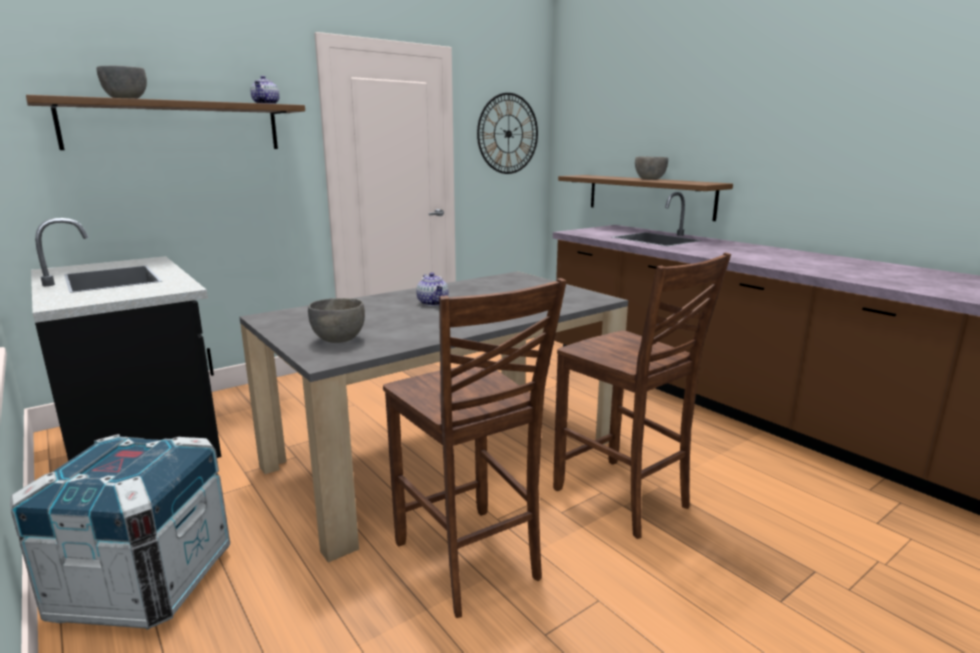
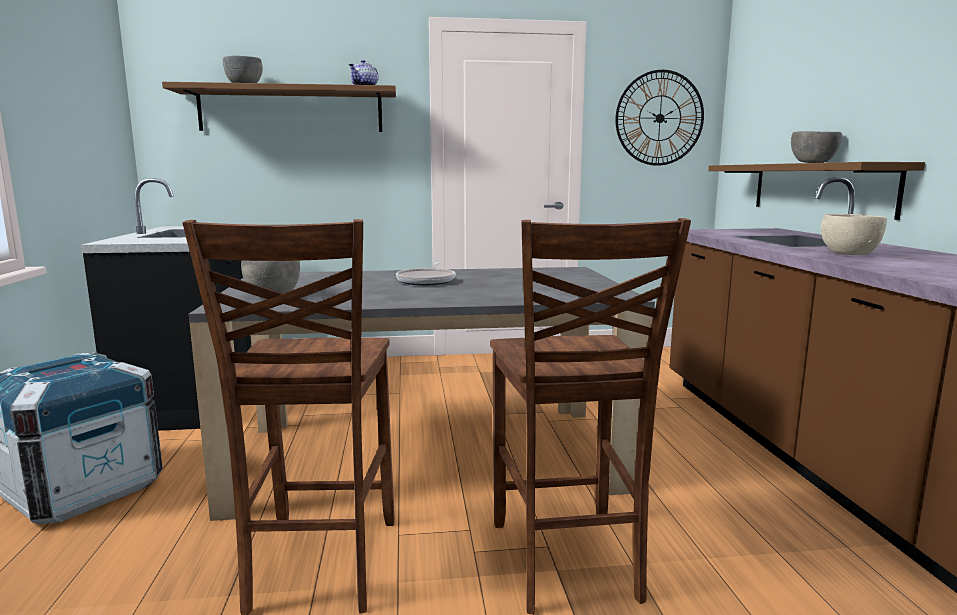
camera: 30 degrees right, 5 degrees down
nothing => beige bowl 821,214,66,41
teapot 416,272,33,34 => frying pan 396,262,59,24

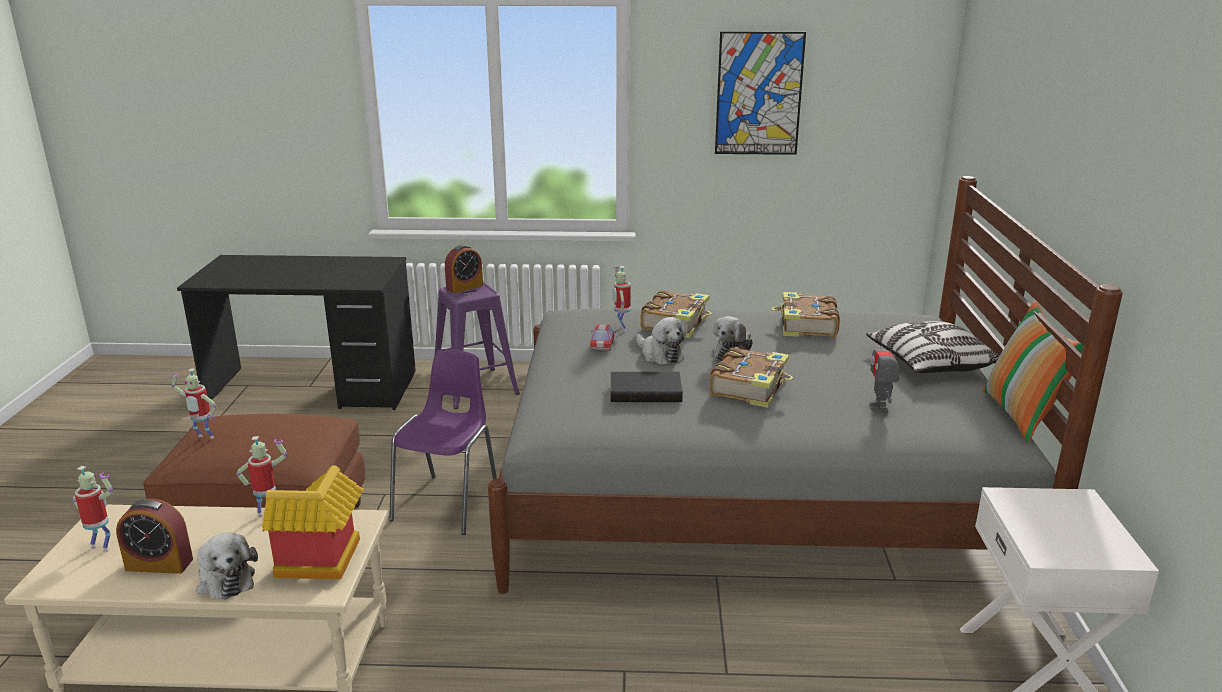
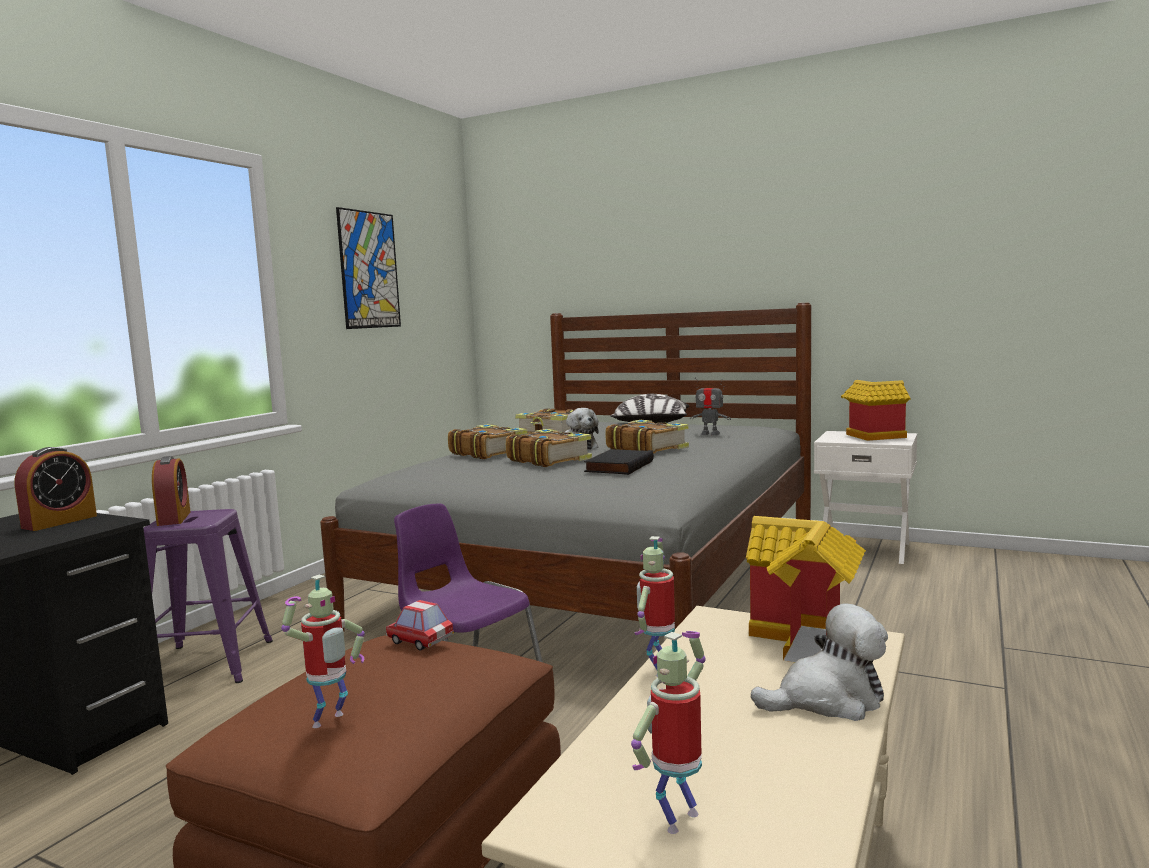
camera: 65 degrees left, 15 degrees down
toy robot 613,266,18,66 => nothing
pillow 982,301,101,141 => nothing
nothing => toy house 841,380,70,61
alarm clock 116,499,77,75 => alarm clock 15,447,82,84, move
toy car 590,324,26,26 => toy car 386,600,68,51, move
plush toy 636,317,50,48 => book 506,429,86,38

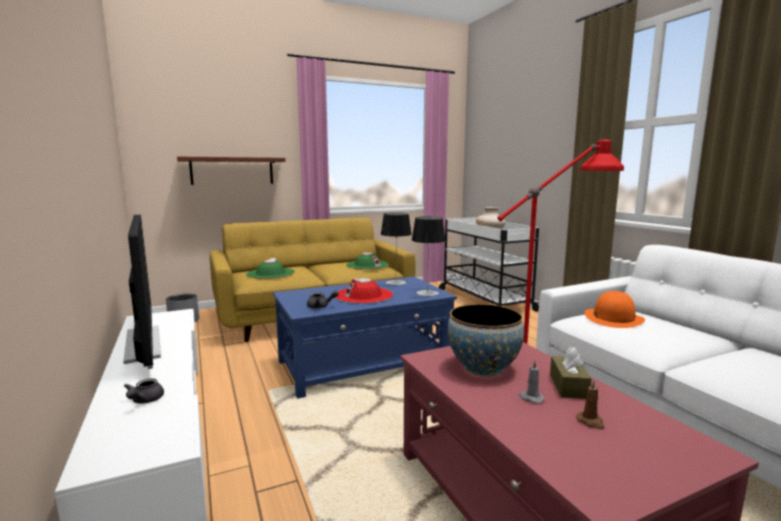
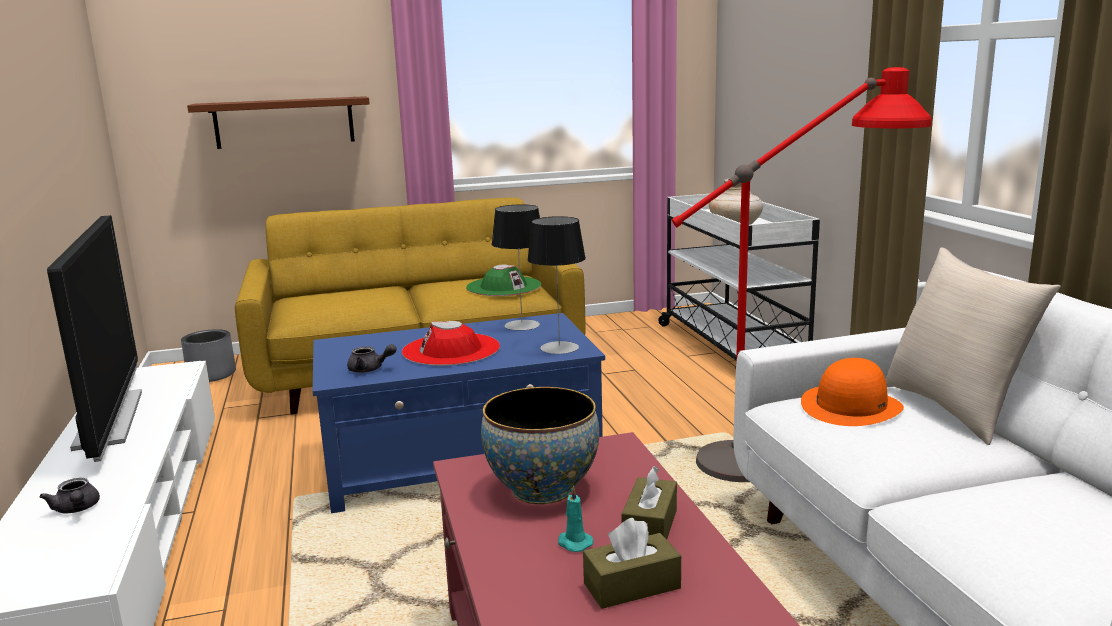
camera: 10 degrees right, 5 degrees up
green hat 246,258,49,21 => nothing
nothing => beige pillow 886,247,175,198
brown candle 576,380,28,49 => brown tissue box 583,518,98,91
grey candle 518,360,27,44 => turquoise candle 558,485,36,67
grey teapot 124,378,40,26 => grey teapot 40,478,60,36, 45 degrees counterclockwise

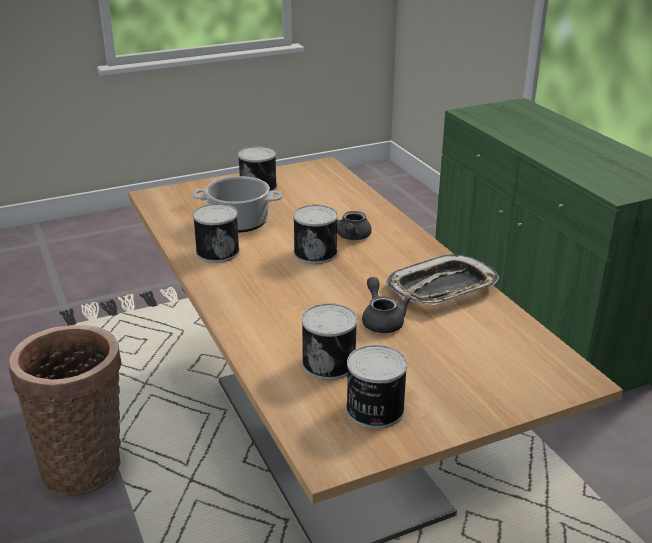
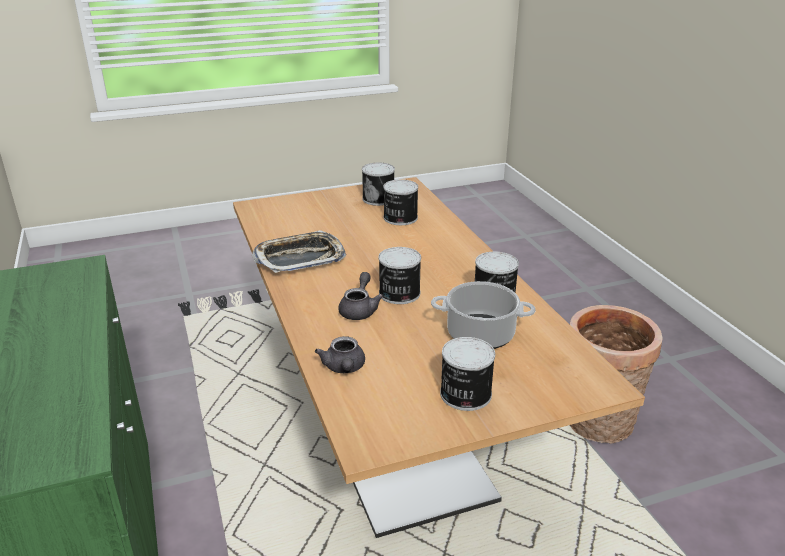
camera: 175 degrees left, 0 degrees up
grey teapot 362,277,49,56 => grey teapot 315,336,50,37, move

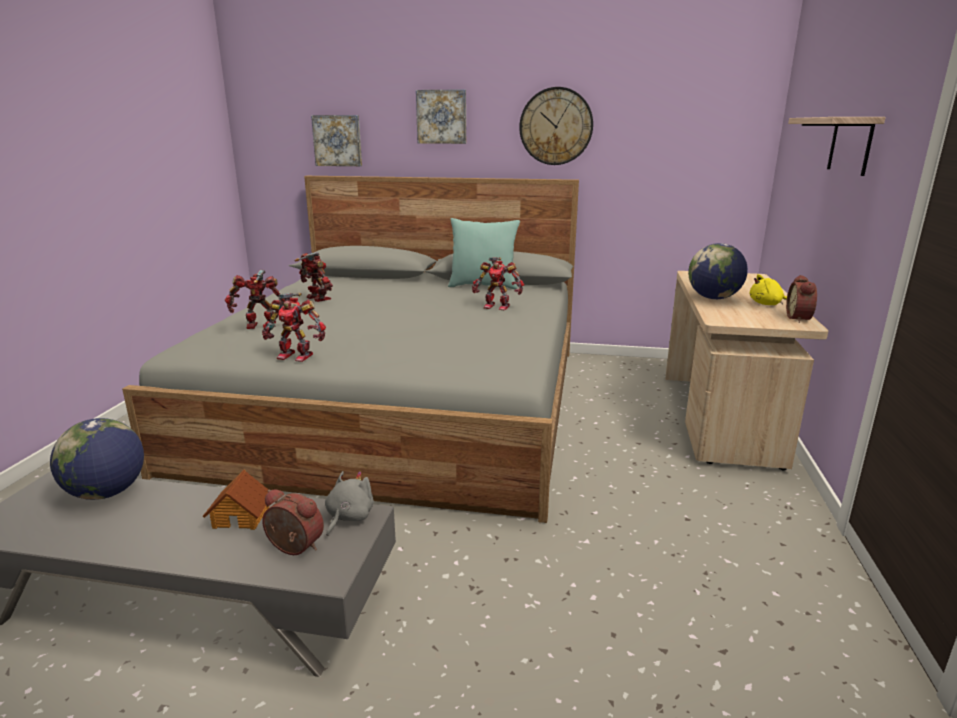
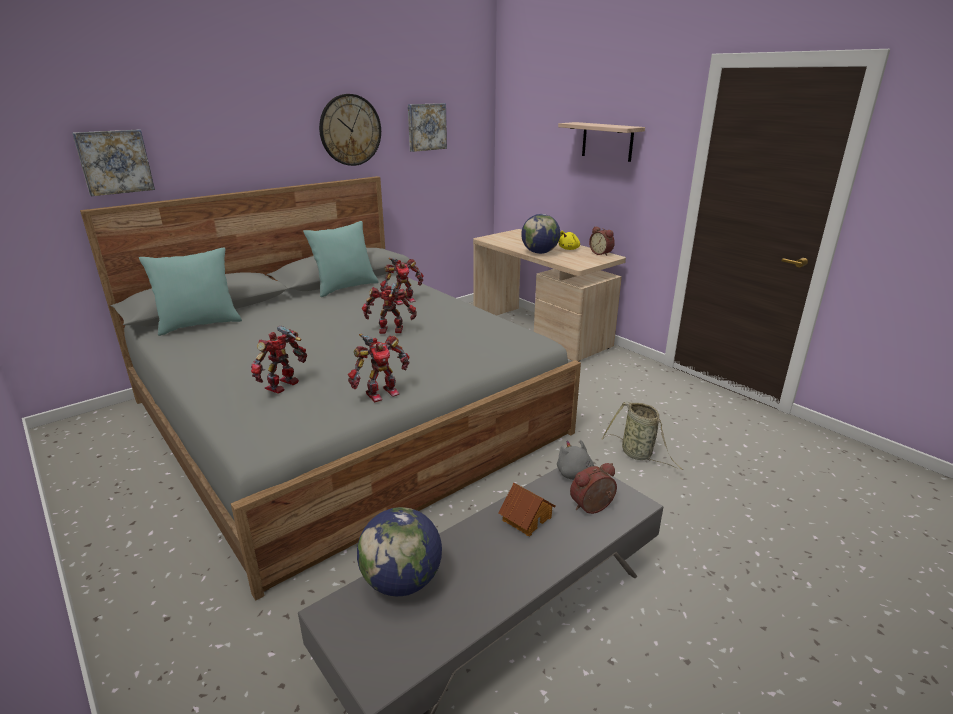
camera: 50 degrees left, 5 degrees up
nothing => turquoise pillow 139,248,103,88
nothing => basket 602,402,81,68
toy robot 294,252,39,50 => toy robot 362,283,55,51, move
picture 416,89,50,55 => picture 408,103,39,49, move

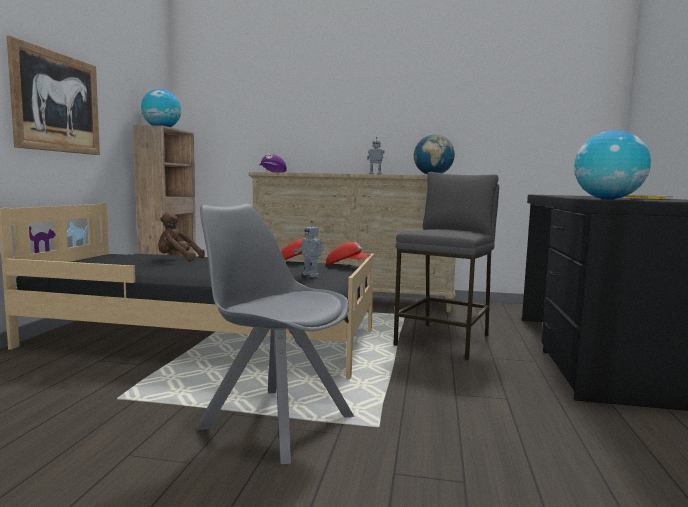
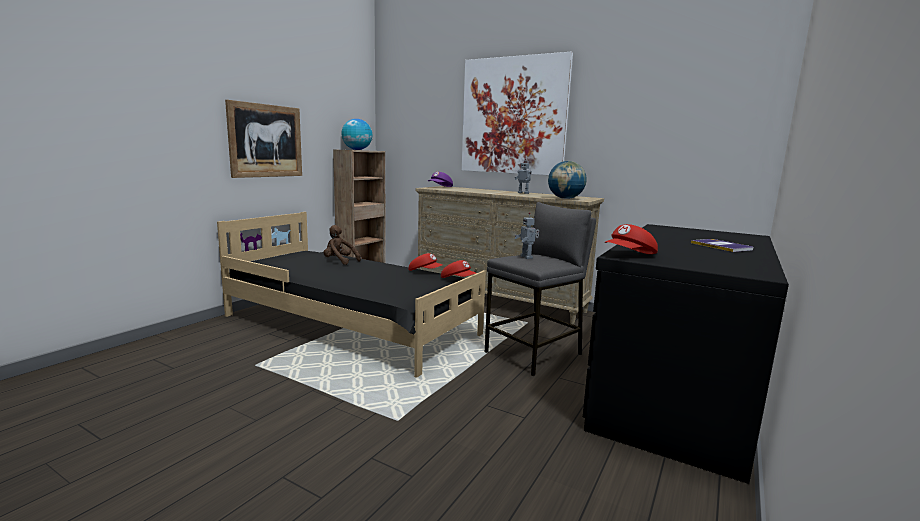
camera: 20 degrees right, 5 degrees up
grey chair 197,203,157,261 => nothing
nothing => picture 462,52,111,123
toy robot 295,221,29,57 => toy robot 514,212,25,47, move
globe 574,130,77,69 => red cap 604,224,54,30

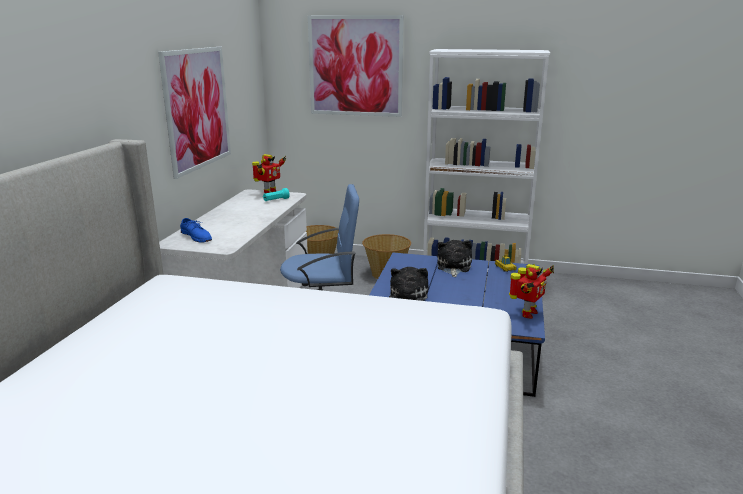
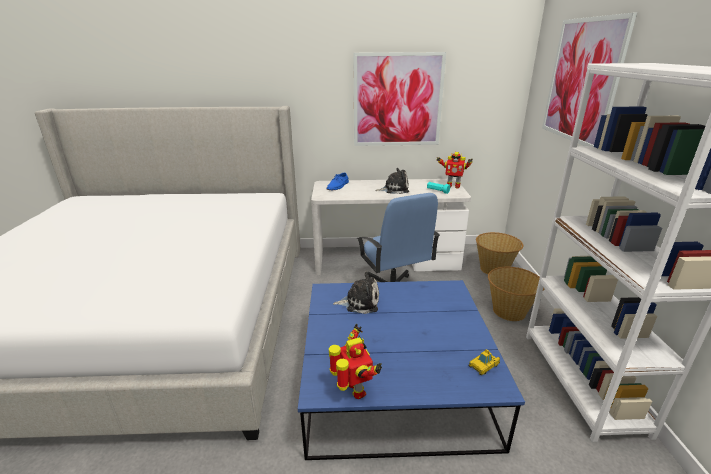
camera: 75 degrees right, 5 degrees up
plush toy 437,240,35,37 => plush toy 375,168,34,26, move
toy robot 509,264,45,55 => toy robot 329,324,53,75, 135 degrees counterclockwise

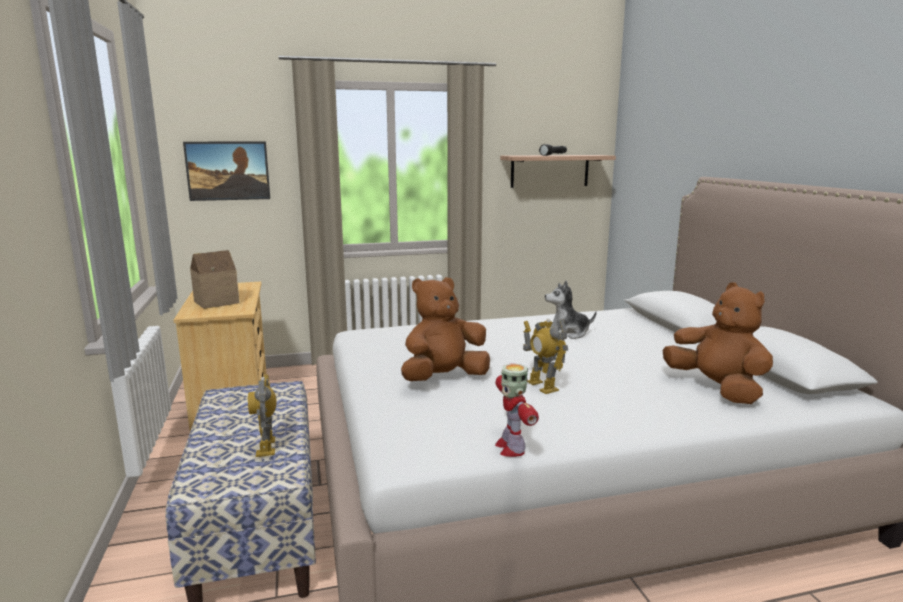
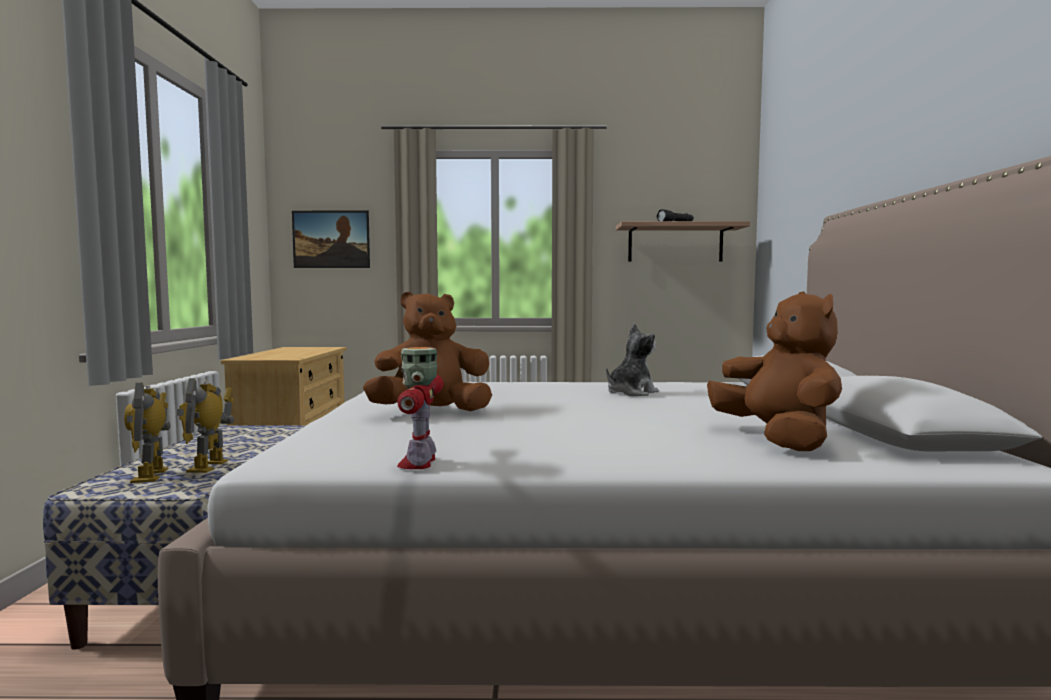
camera: 15 degrees right, 10 degrees down
toy house 190,250,49,59 => nothing
toy robot 523,319,45,75 => toy robot 124,383,47,100, move
plush toy 545,281,52,58 => plush toy 606,323,53,73, 135 degrees clockwise

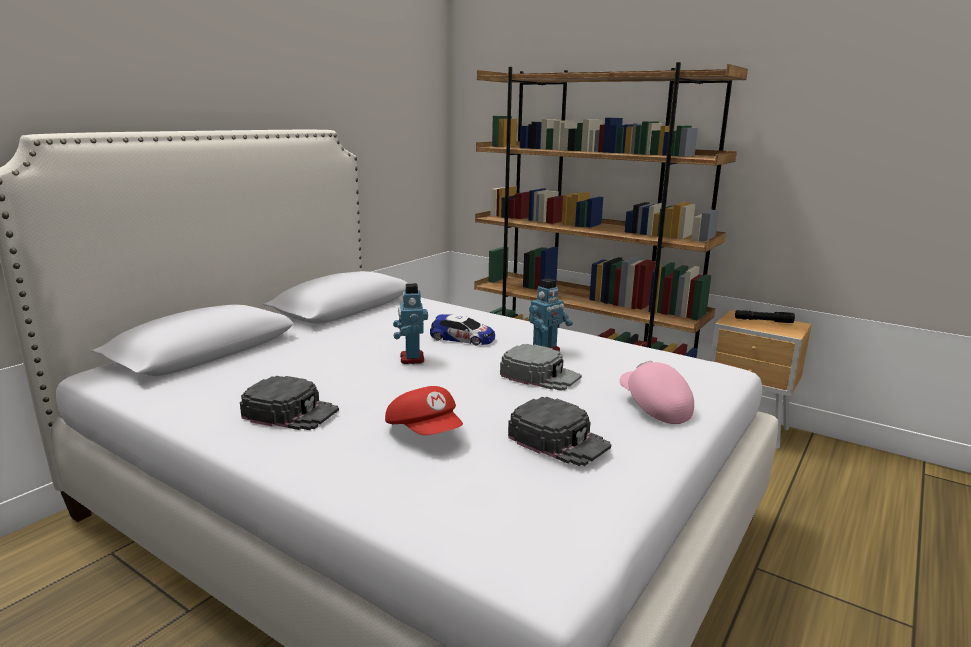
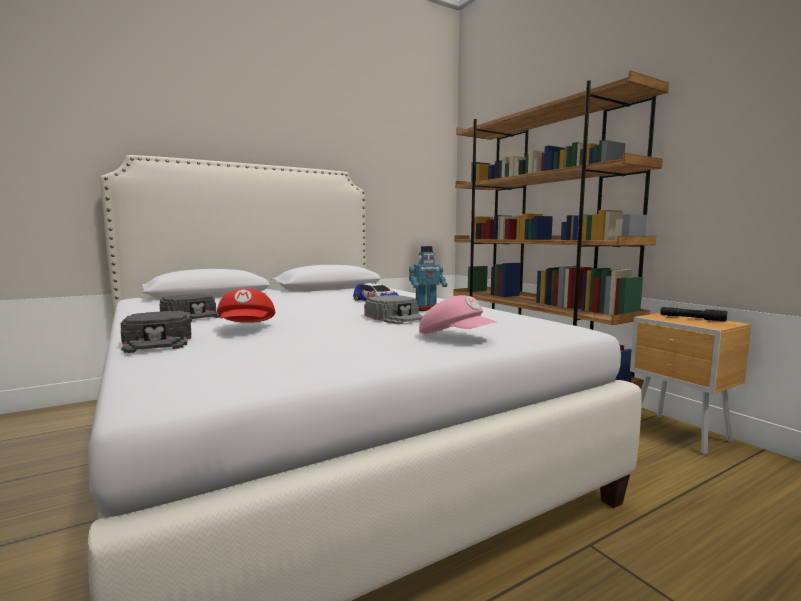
camera: 25 degrees right, 10 degrees down
toy robot 393,283,35,81 => nothing
black cap 508,397,104,69 => black cap 121,311,70,42, move
pink cap 620,361,74,63 => pink cap 419,295,77,39, 135 degrees clockwise

